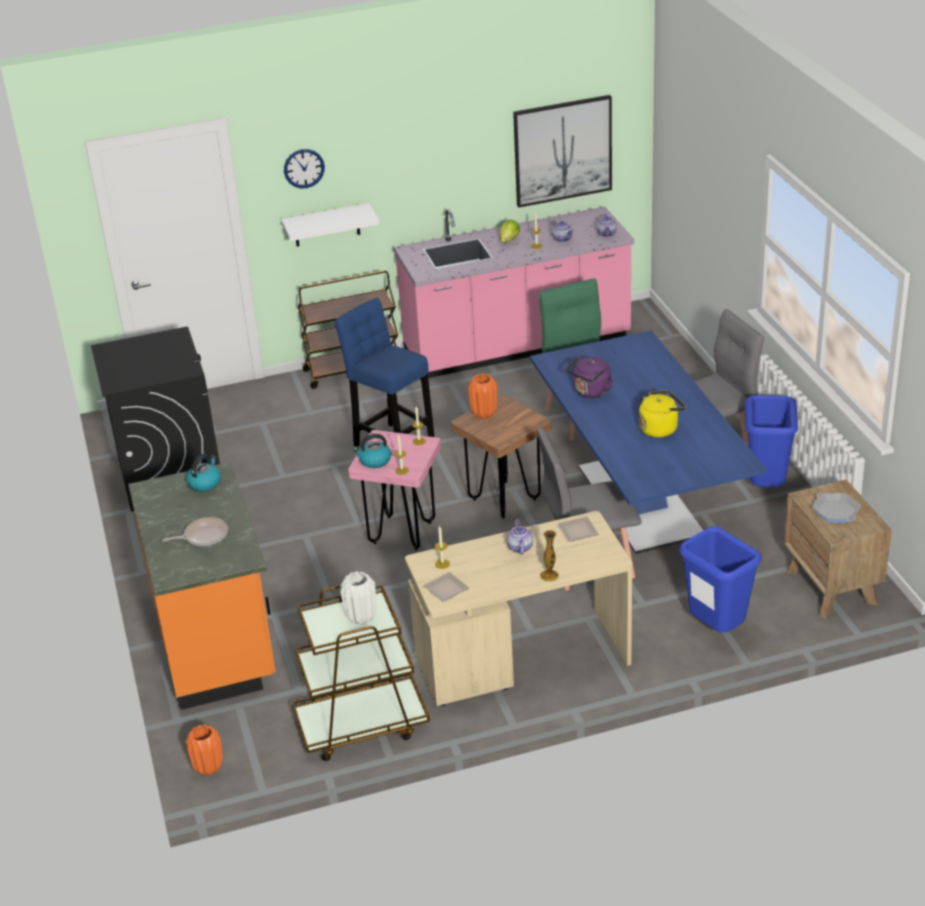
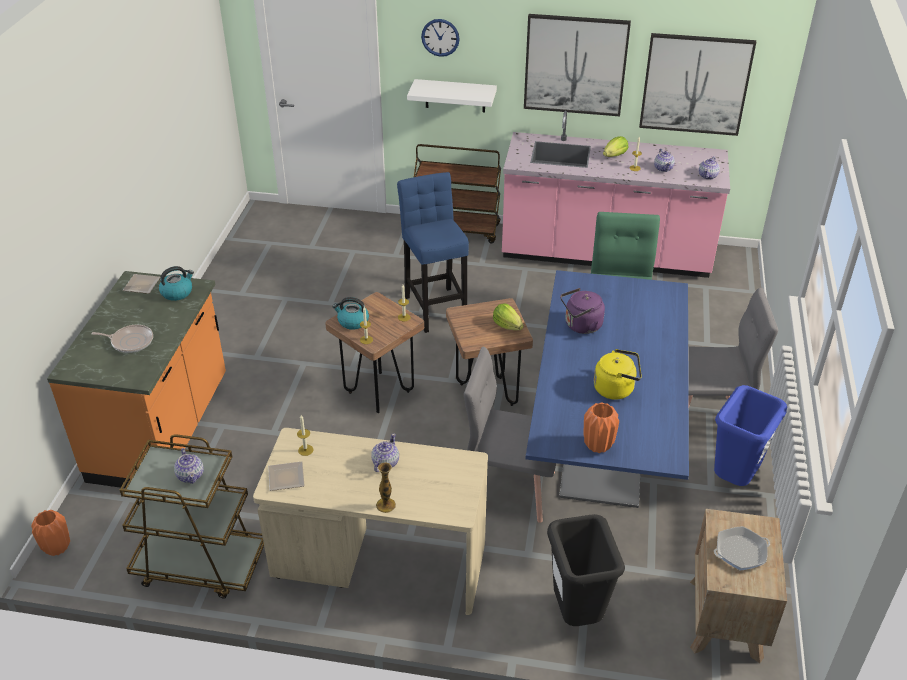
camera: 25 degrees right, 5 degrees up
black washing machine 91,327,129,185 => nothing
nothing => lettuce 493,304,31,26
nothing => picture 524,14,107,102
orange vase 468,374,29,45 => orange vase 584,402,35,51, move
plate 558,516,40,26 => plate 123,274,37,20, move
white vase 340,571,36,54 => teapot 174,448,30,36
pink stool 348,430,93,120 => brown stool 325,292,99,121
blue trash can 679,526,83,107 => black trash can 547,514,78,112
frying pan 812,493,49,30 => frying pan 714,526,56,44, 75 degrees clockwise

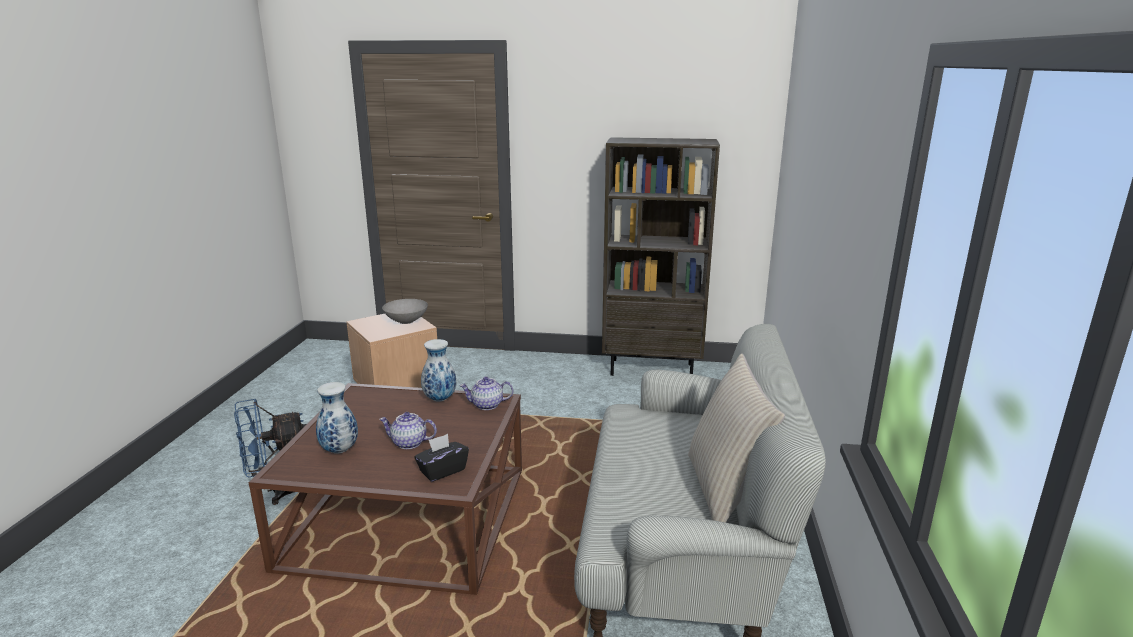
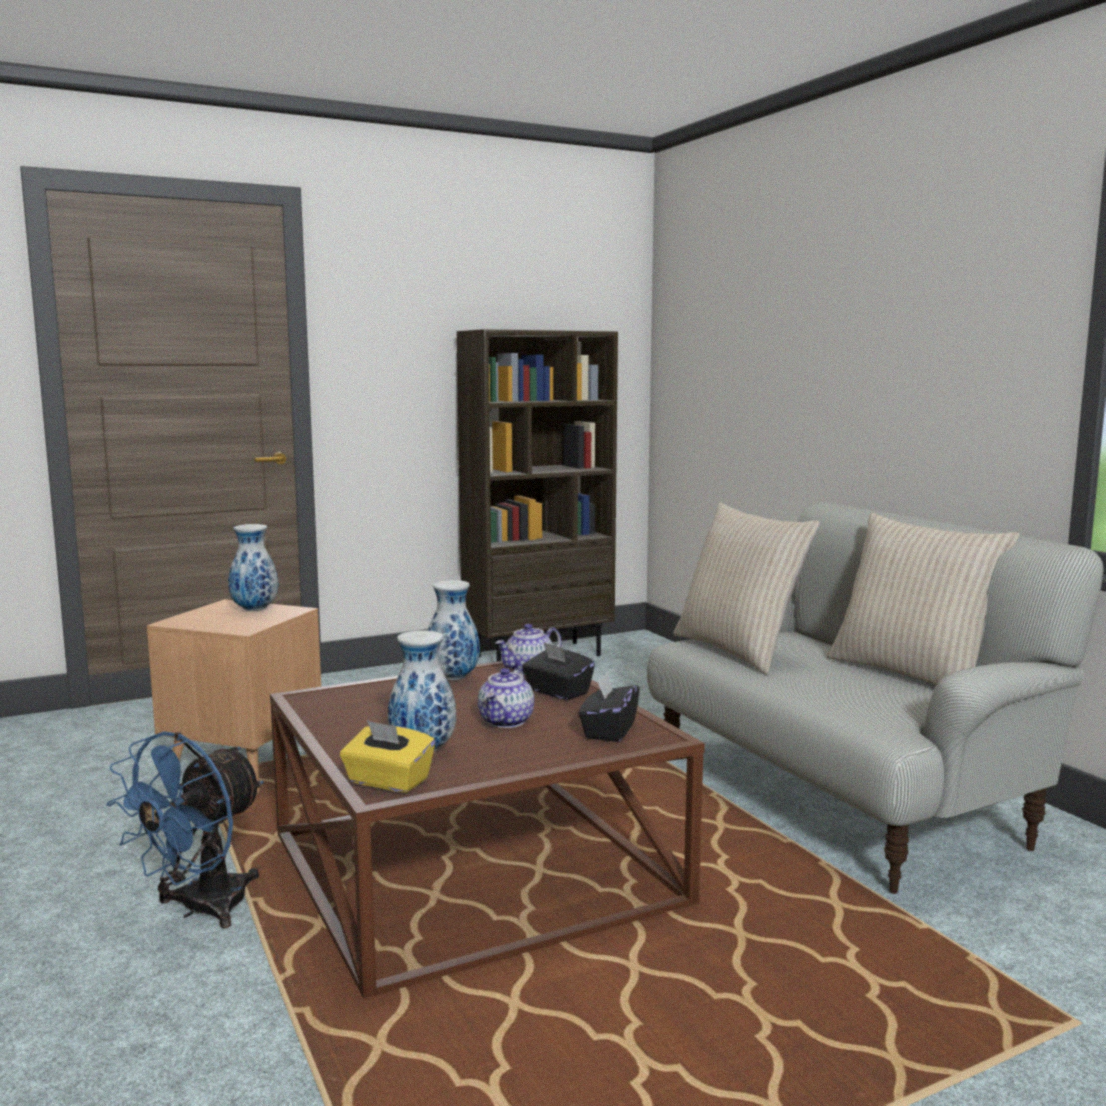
camera: 35 degrees left, 10 degrees down
nothing => yellow tissue box 340,720,95,73
nothing => black tissue box 522,642,73,58
nothing => beige pillow 673,502,147,172
grey bowl 382,299,46,25 => vase 228,524,51,87
teapot 379,412,58,37 => teapot 478,668,56,60, 45 degrees counterclockwise

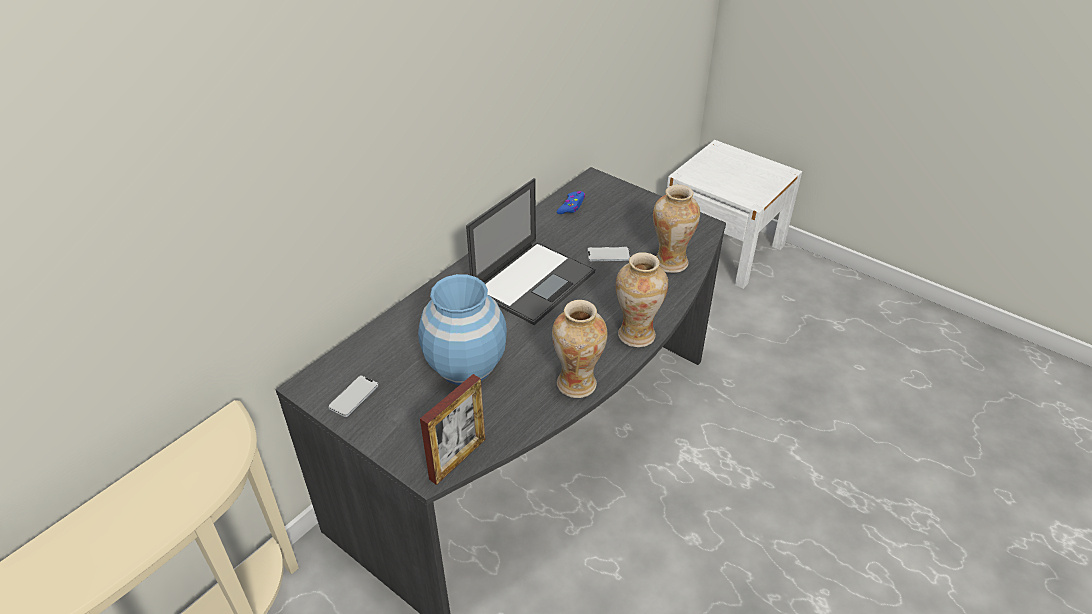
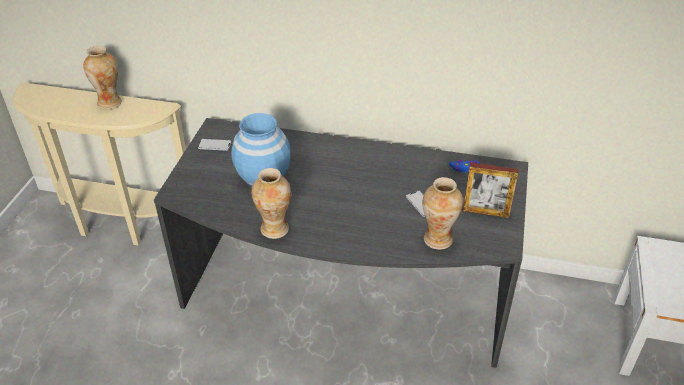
camera: 65 degrees right, 0 degrees up
laptop 466,178,129,147 => nothing
picture frame 420,374,65,111 => picture frame 463,162,56,56, move
vase 616,252,52,95 => vase 83,46,39,63, move

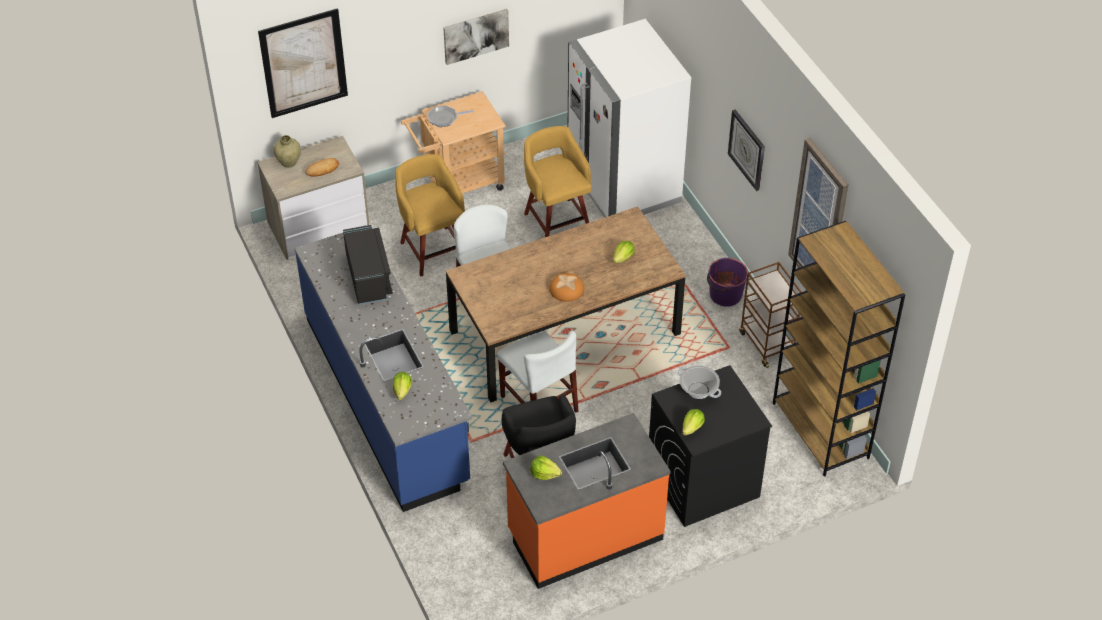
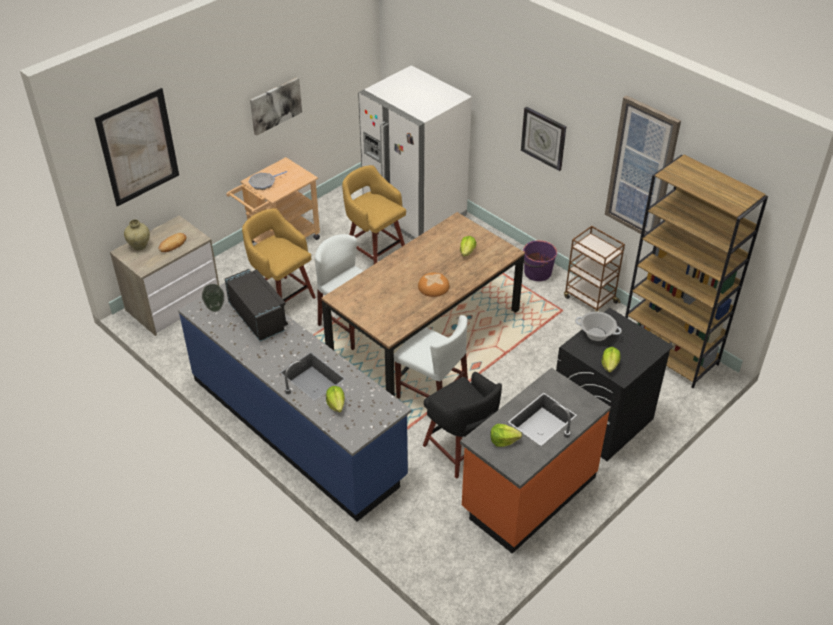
camera: 20 degrees left, 5 degrees down
nothing => vase 202,284,22,28

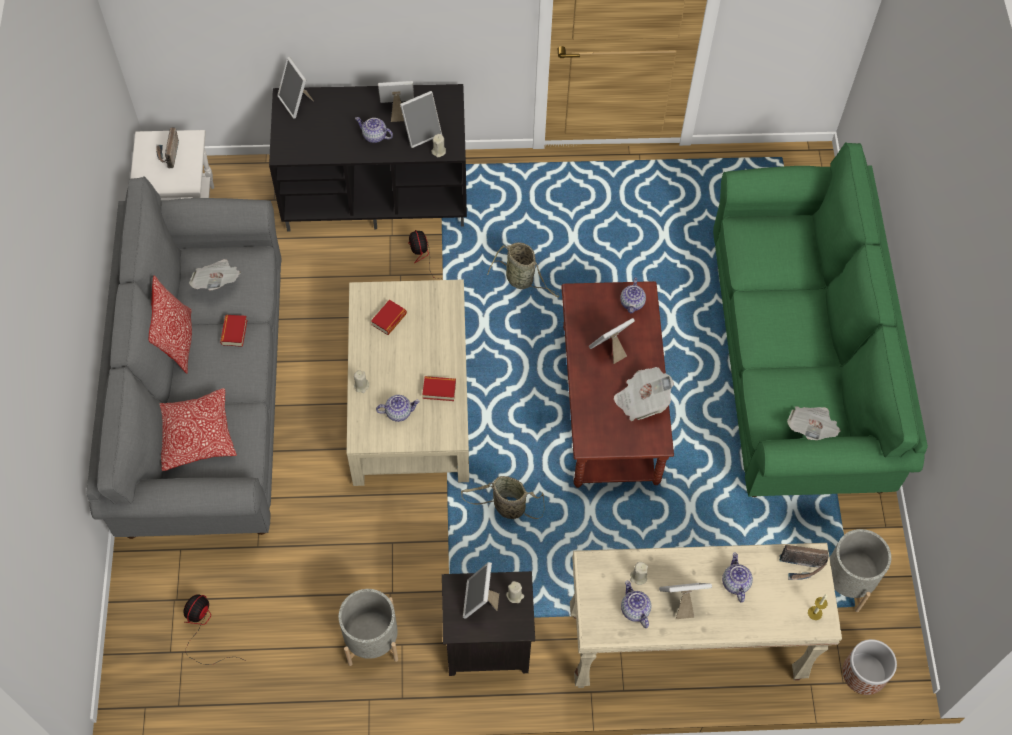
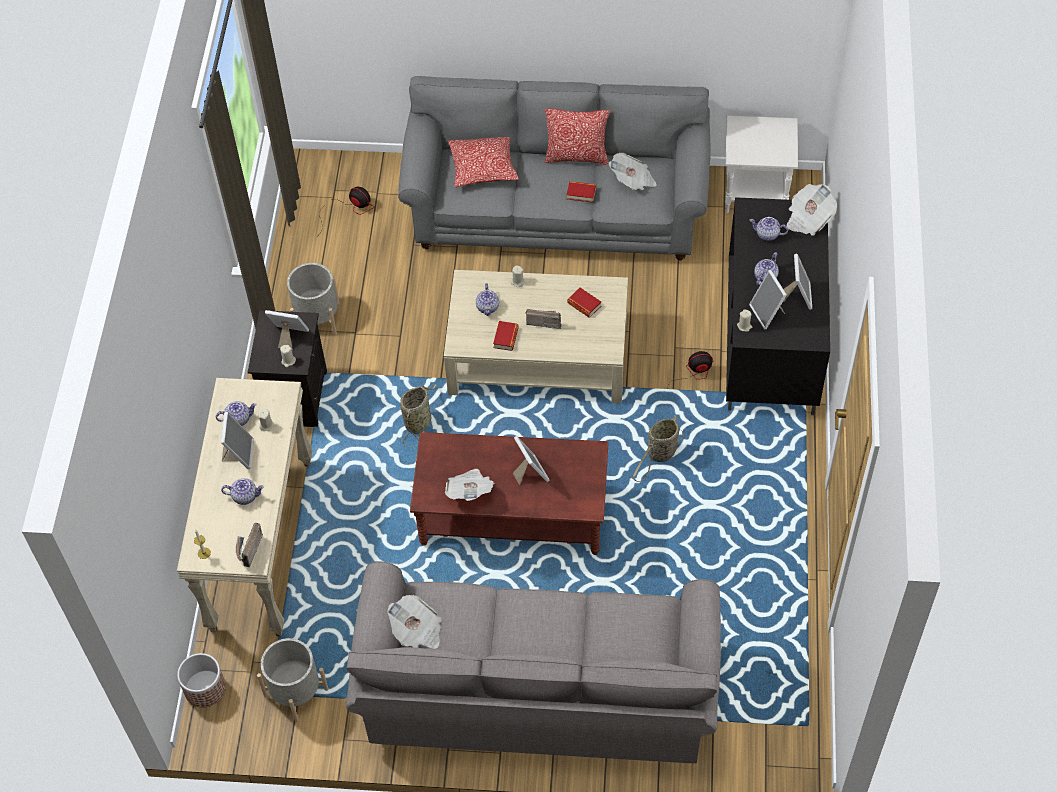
camera: 100 degrees right, 5 degrees down
radio 156,127,23,41 => radio 525,309,37,20, move
teapot 620,278,26,35 => teapot 750,217,38,24, move
picture frame 277,57,37,62 => newspaper 786,184,51,52
green sofa 713,142,215,355 => grey sofa 346,561,375,202

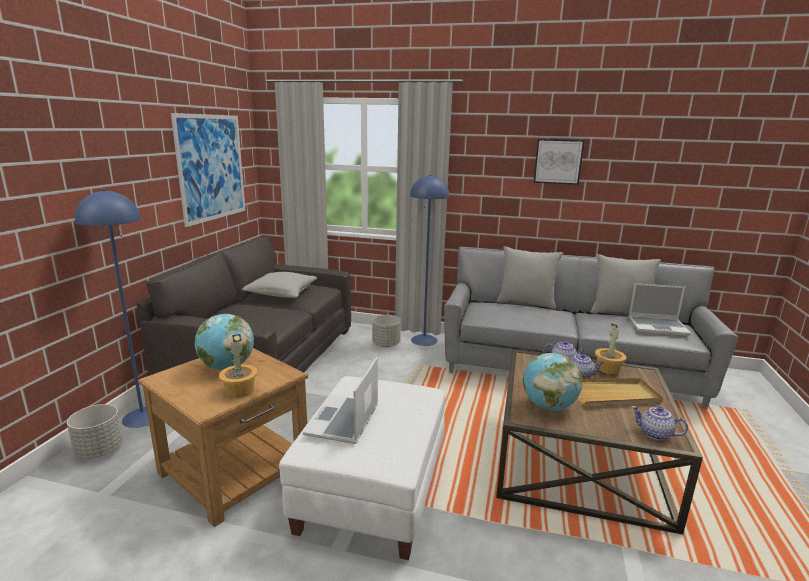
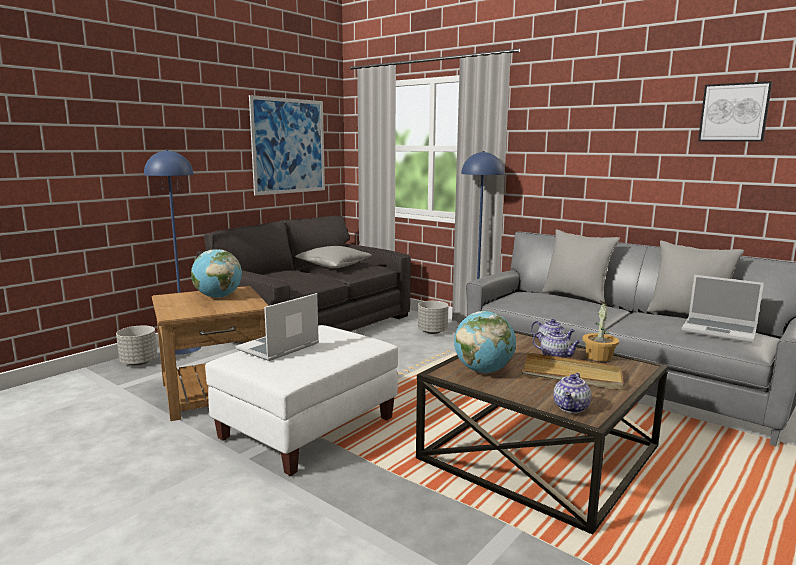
camera: 25 degrees right, 5 degrees down
potted plant 219,334,38,64 => nothing
picture 534,139,50,46 => picture 698,81,74,61, move
teapot 631,406,57,34 => teapot 553,373,38,40, 120 degrees counterclockwise

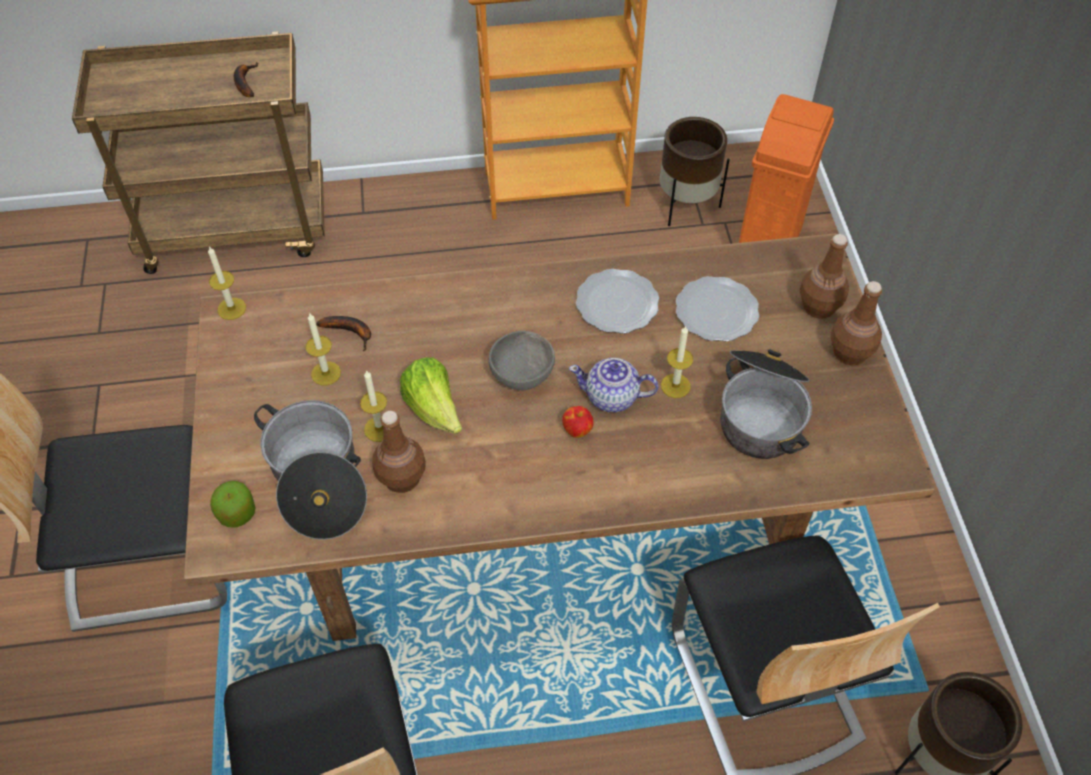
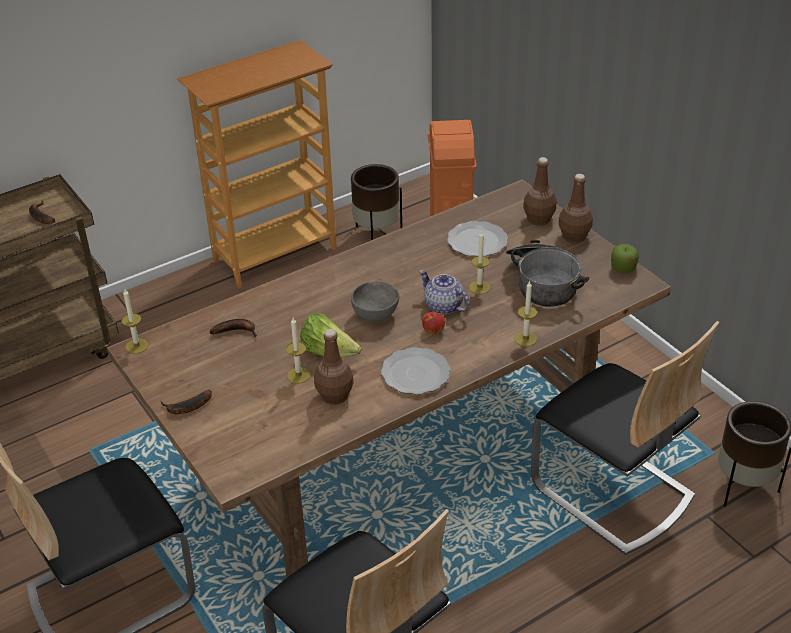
camera: 25 degrees left, 15 degrees down
cooking pot 254,400,113,140 => nothing
nothing => banana 161,390,51,24
apple 210,481,46,47 => apple 611,244,28,29, move
candle 306,313,35,73 => candle 514,280,23,66, move
plate 576,269,83,65 => plate 381,347,70,48, move
teapot 569,358,90,54 => teapot 419,270,51,44, 60 degrees clockwise

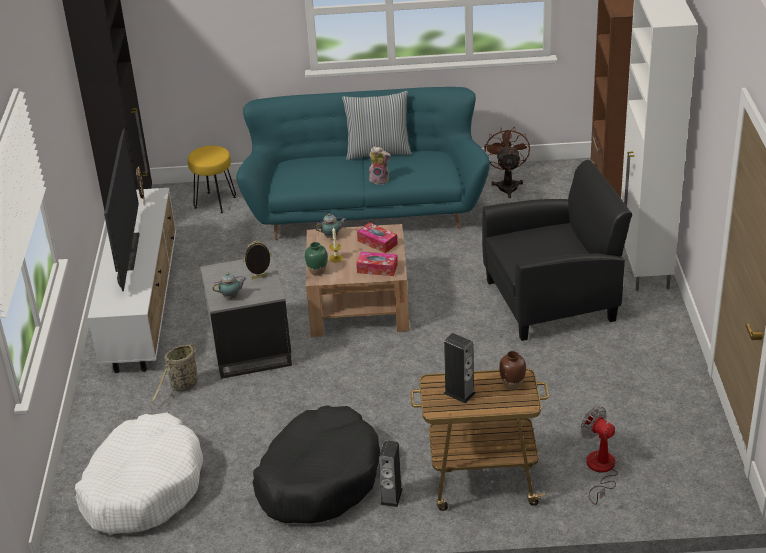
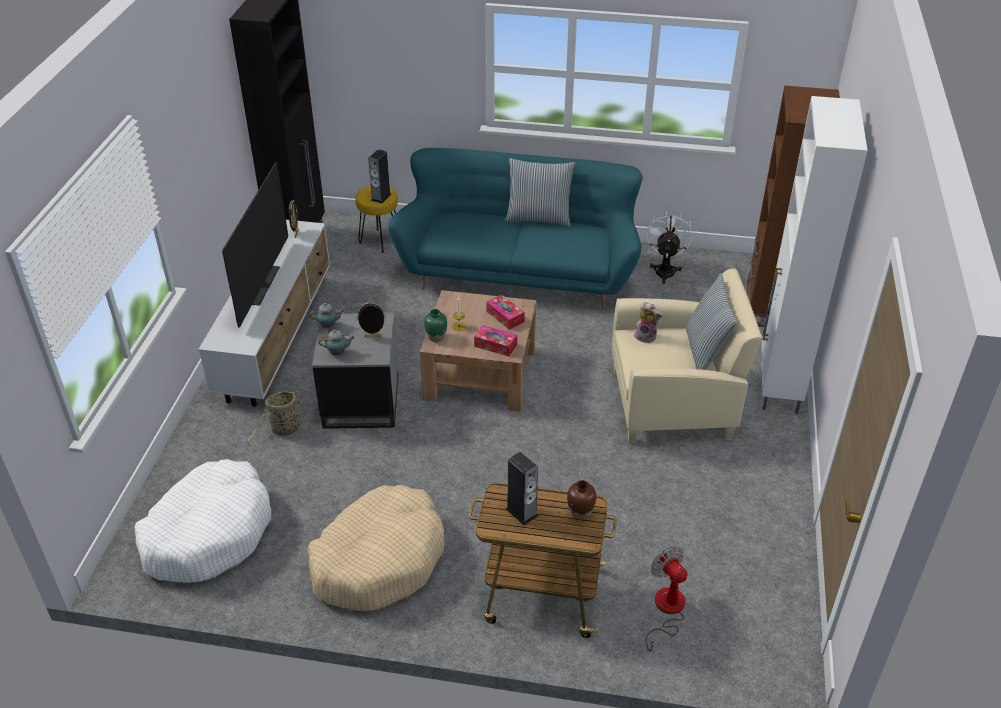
camera: 10 degrees right, 5 degrees up
nothing => pillow 686,274,52,96
teapot 315,213,31,25 => teapot 310,303,35,25, move
plush toy 369,146,22,38 => plush toy 634,302,29,41, move
speaker 379,440,24,67 => speaker 368,149,23,55, move
black dog bed 253,405,128,118 => beige dog bed 308,485,137,126
black armchair 482,160,150,181 => beige armchair 612,268,151,176
brown fan 484,128,46,70 => white fan 646,211,47,73

